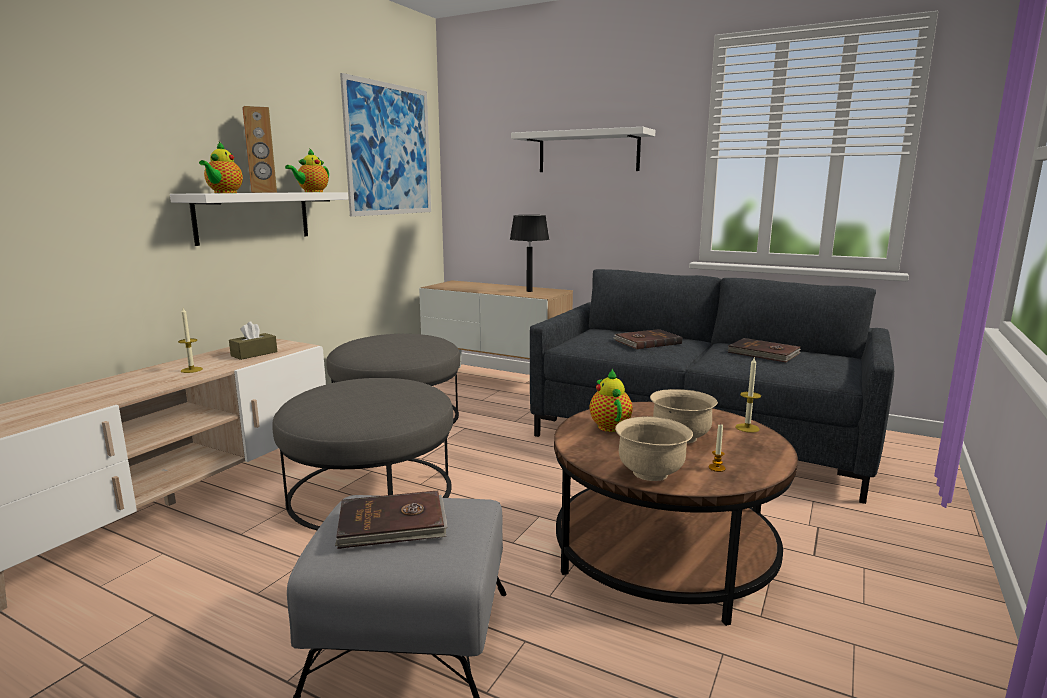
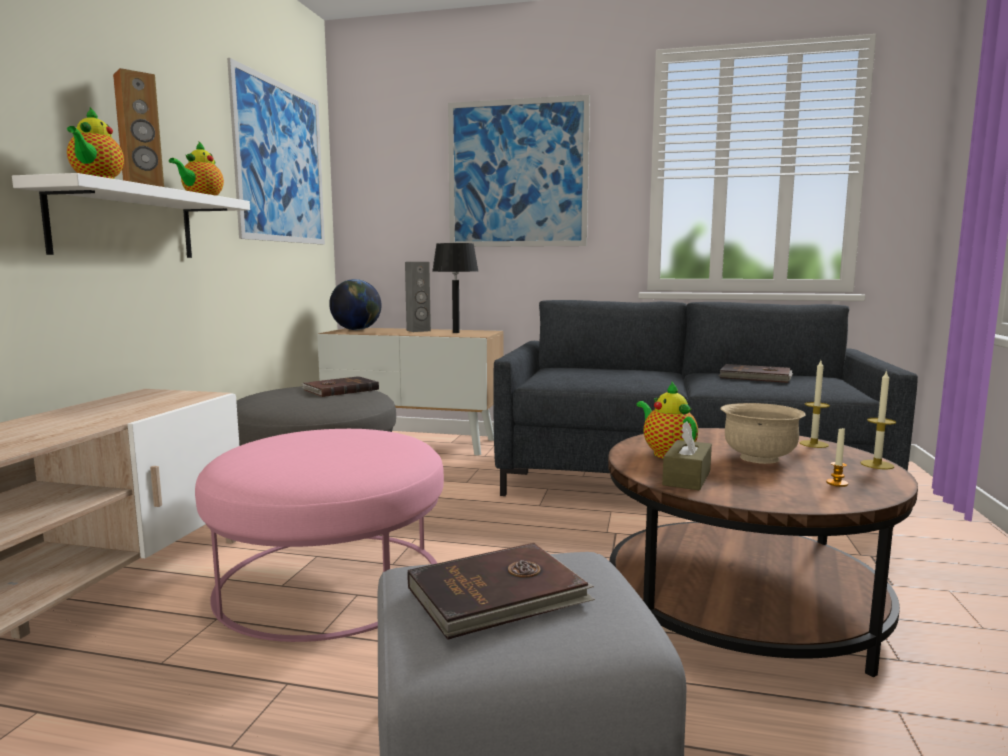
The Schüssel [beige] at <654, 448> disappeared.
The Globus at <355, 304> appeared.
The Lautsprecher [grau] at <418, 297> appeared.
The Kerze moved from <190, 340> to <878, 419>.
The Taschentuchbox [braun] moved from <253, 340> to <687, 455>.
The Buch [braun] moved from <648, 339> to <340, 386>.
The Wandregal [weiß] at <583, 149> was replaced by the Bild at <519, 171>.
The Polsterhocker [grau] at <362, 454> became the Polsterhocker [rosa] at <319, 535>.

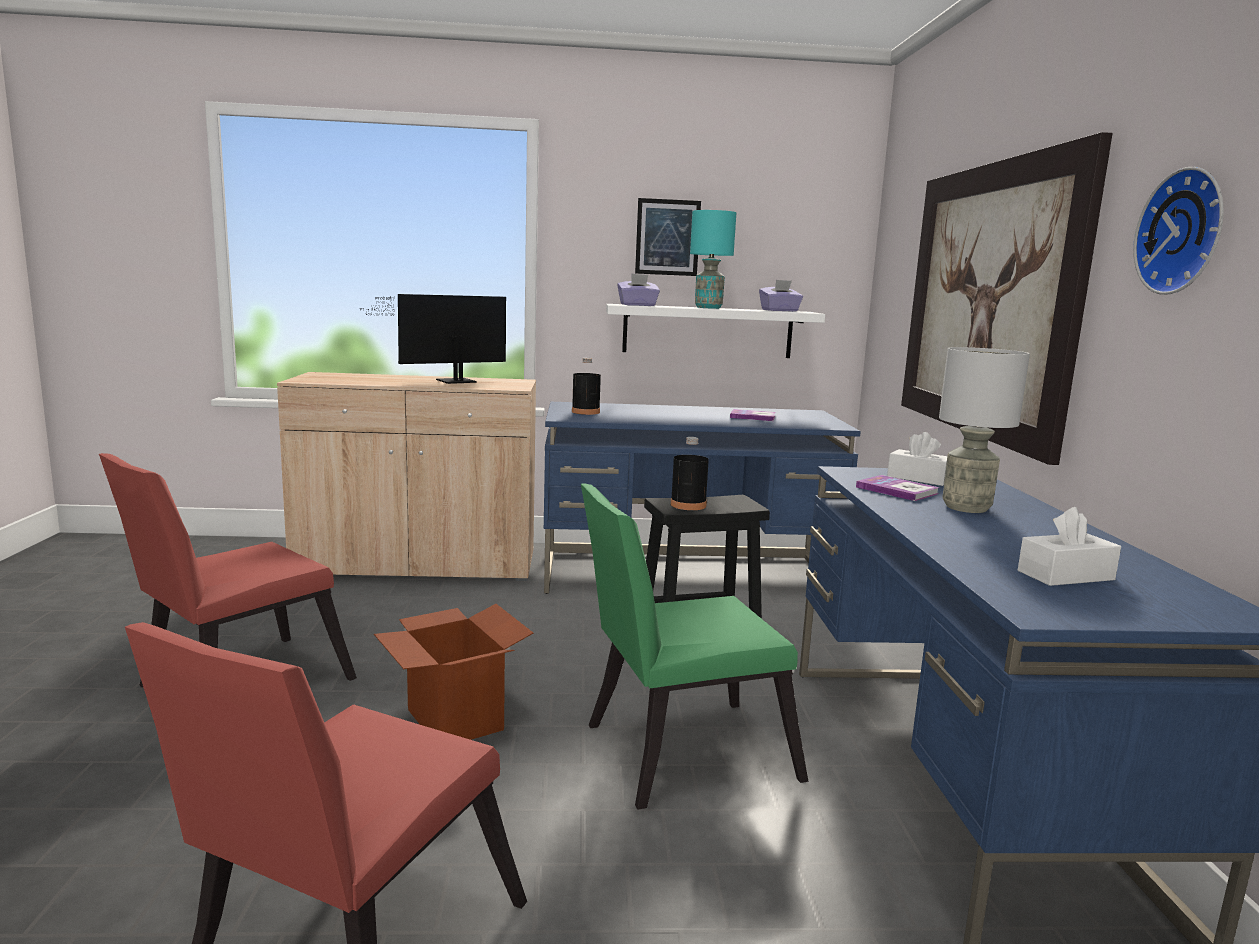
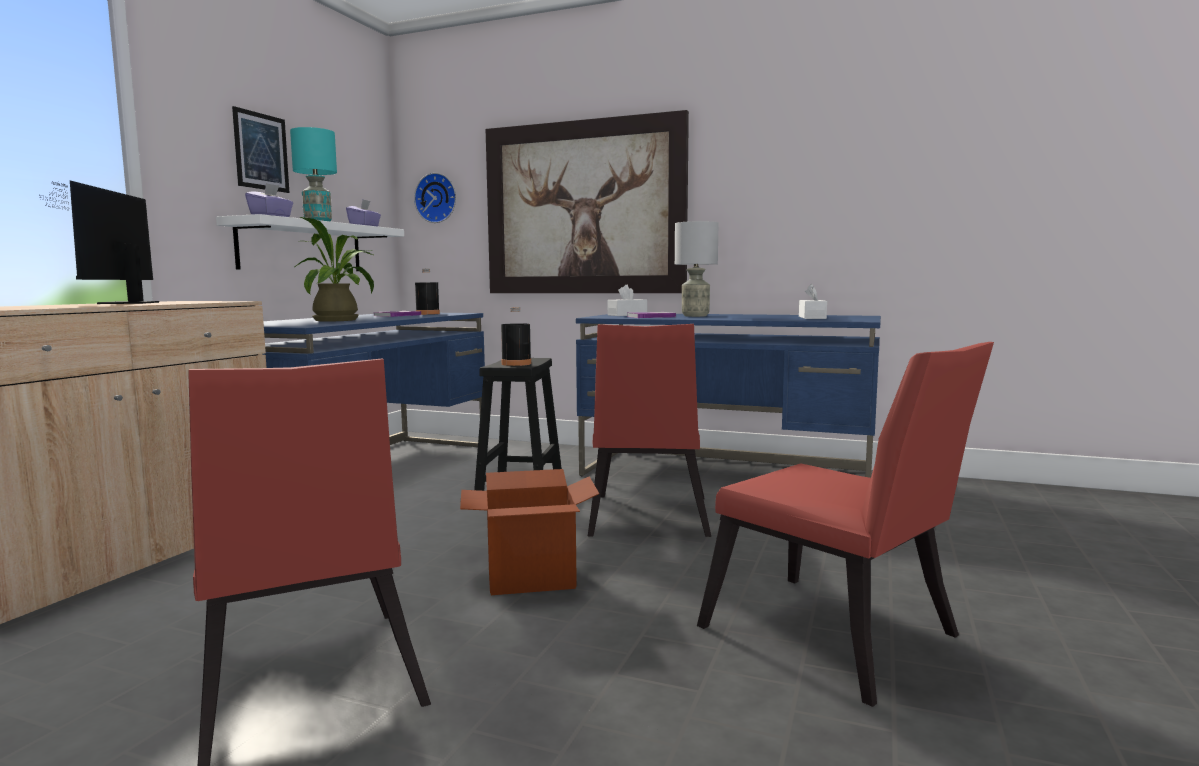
The Topfpflanze at <334, 269> appeared.
The Flasche [schwarz] moved from <586, 386> to <427, 292>.
The Wanduhr moved from <1178, 231> to <435, 198>.
The Stuhl [grün] at <694, 646> became the Stuhl [rot] at <649, 430>.

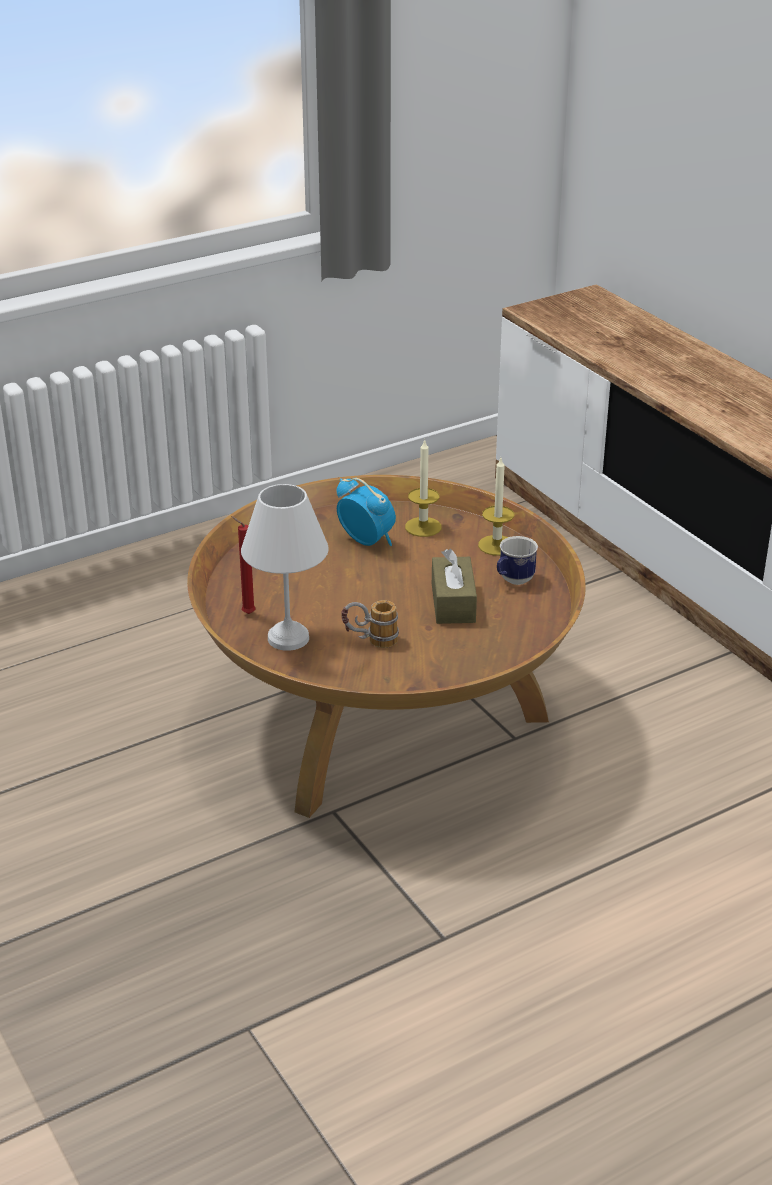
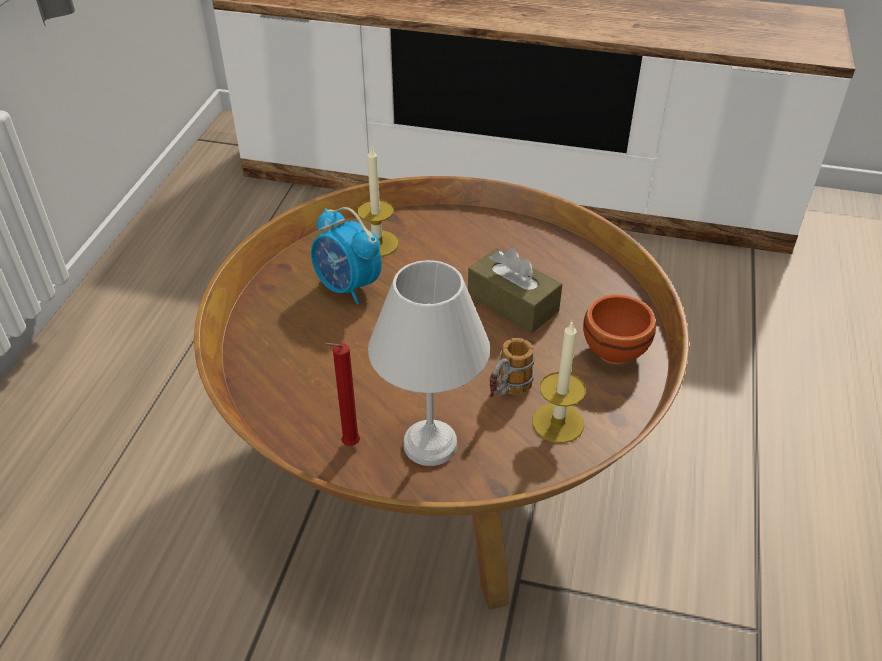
The Henkelbecher at <517, 560> disappeared.
The Schüssel [braun] at <619, 329> appeared.
The Kerze moved from <496, 507> to <559, 381>.
The Wecker at <366, 512> turned 135 degrees counterclockwise.

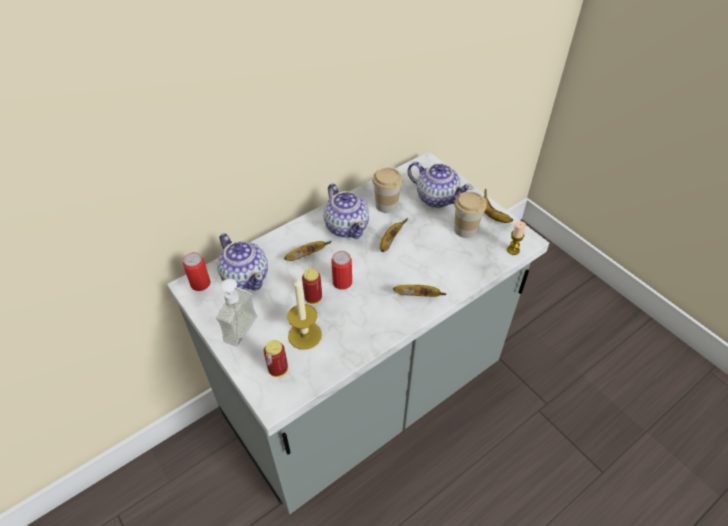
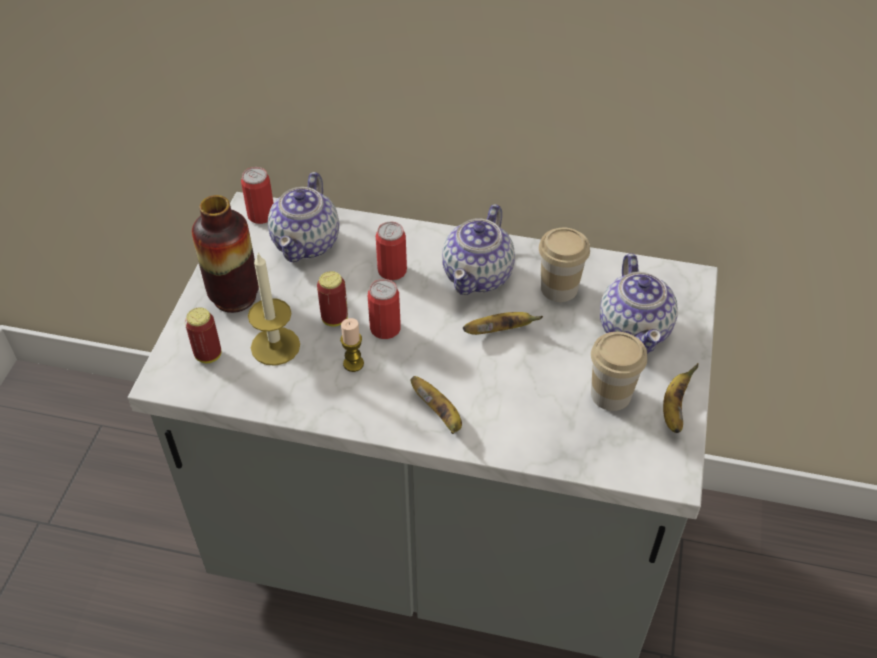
The Kerze moved from <516, 238> to <352, 345>.
The Seifenspender at <236, 312> was replaced by the Vase at <225, 254>.
The Banane at <308, 251> was replaced by the Dose at <391, 251>.

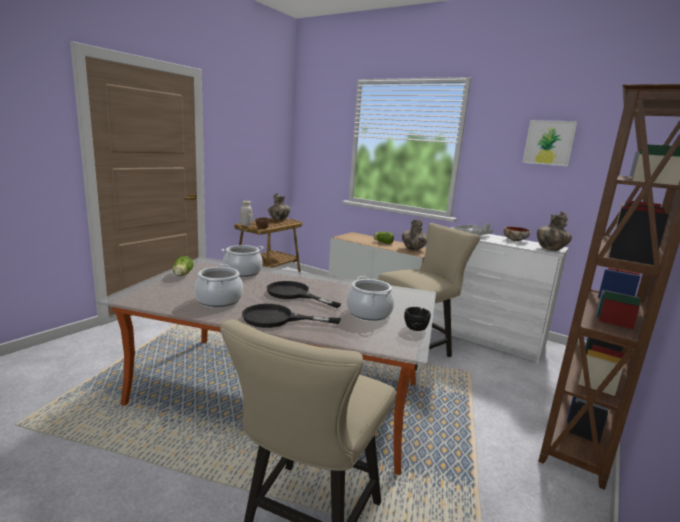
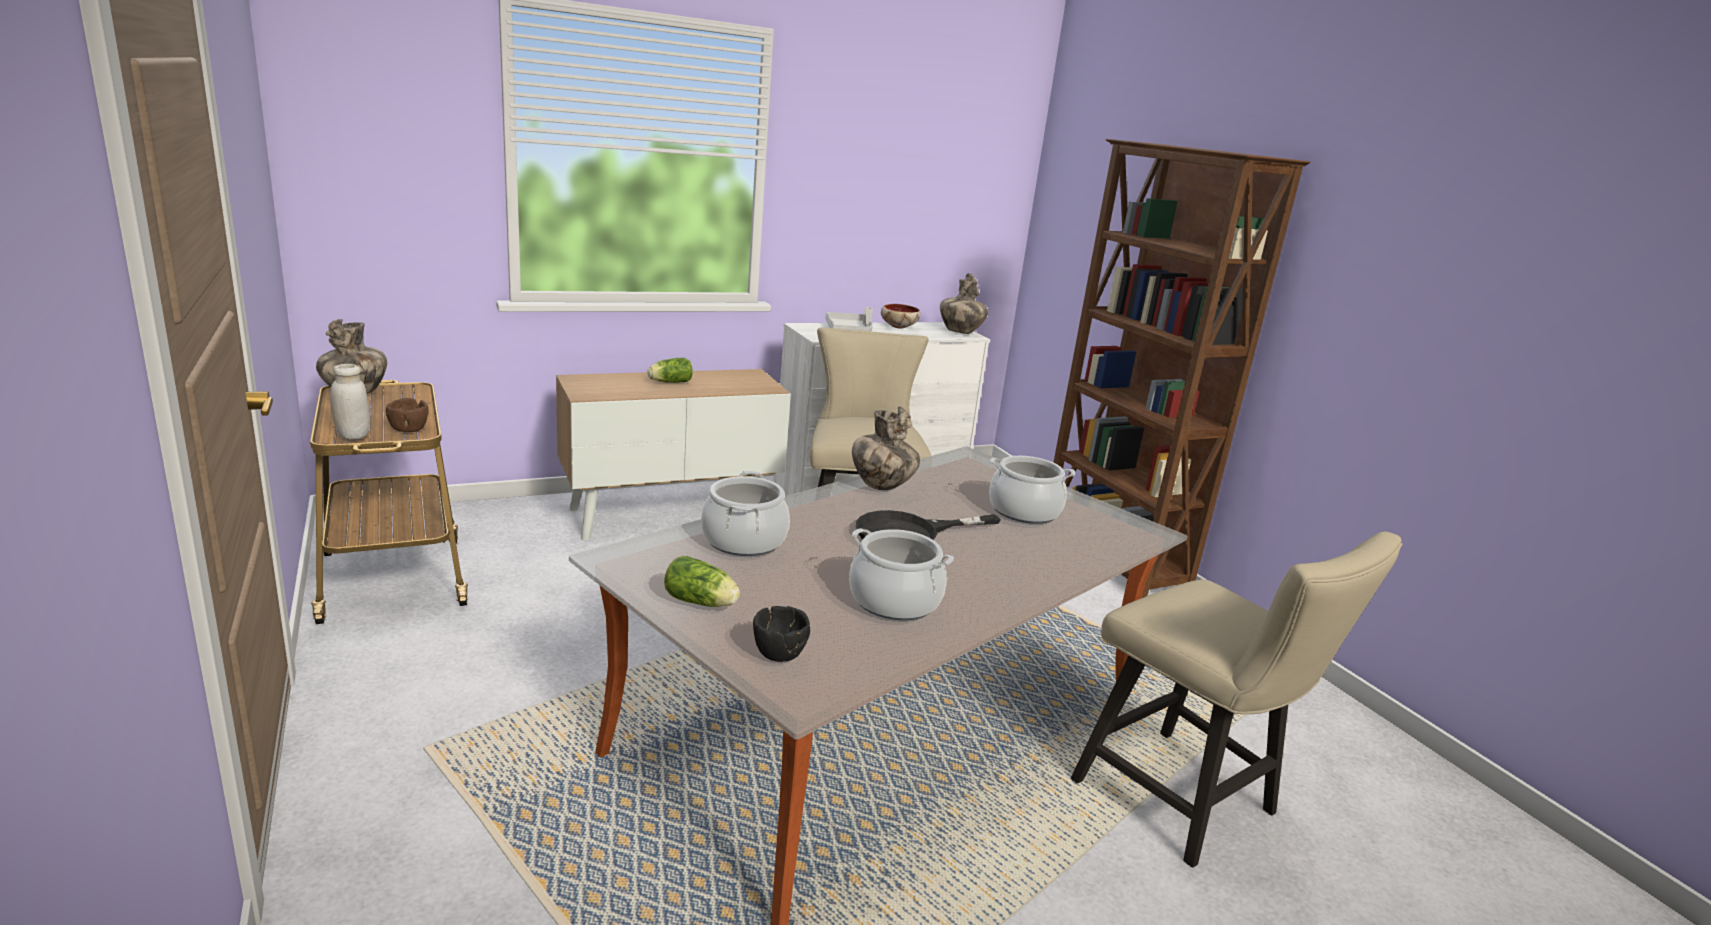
The Pfanne [schwarz] at <291, 316> disappeared.
The Bild at <550, 143> disappeared.
The Vase moved from <414, 234> to <886, 448>.
The Schüssel [schwarz] moved from <417, 319> to <781, 634>.

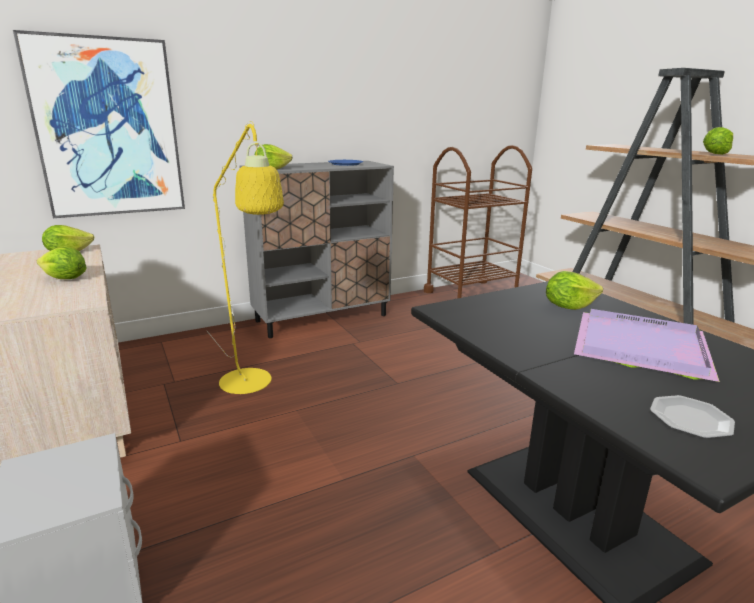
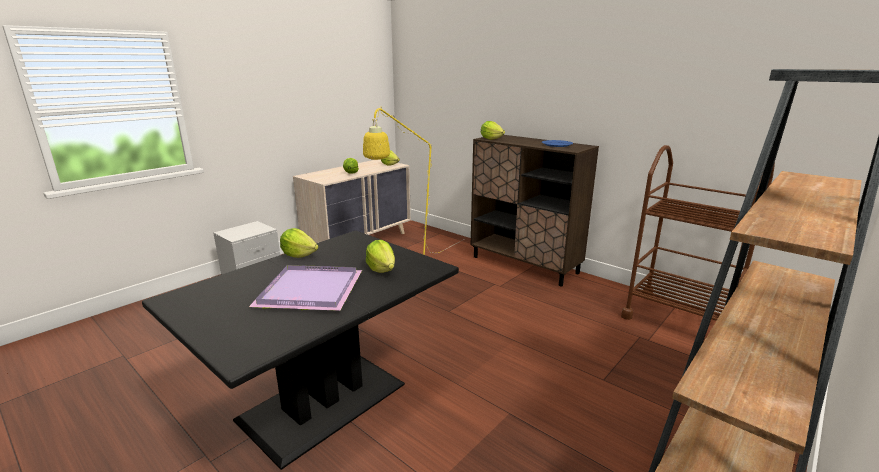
The Bild at <99, 124> disappeared.
The Teller at <692, 417> disappeared.
The Salatkopf moved from <718, 141> to <299, 243>.
The Schrank [grau] at <316, 249> became the Schrank [braun] at <535, 210>.

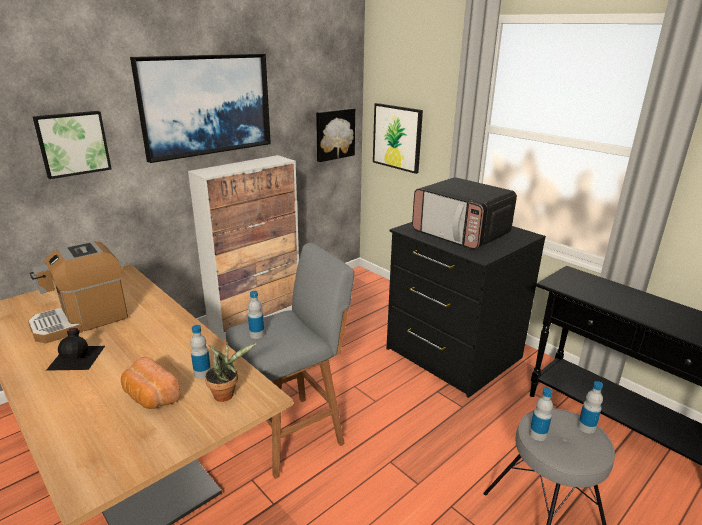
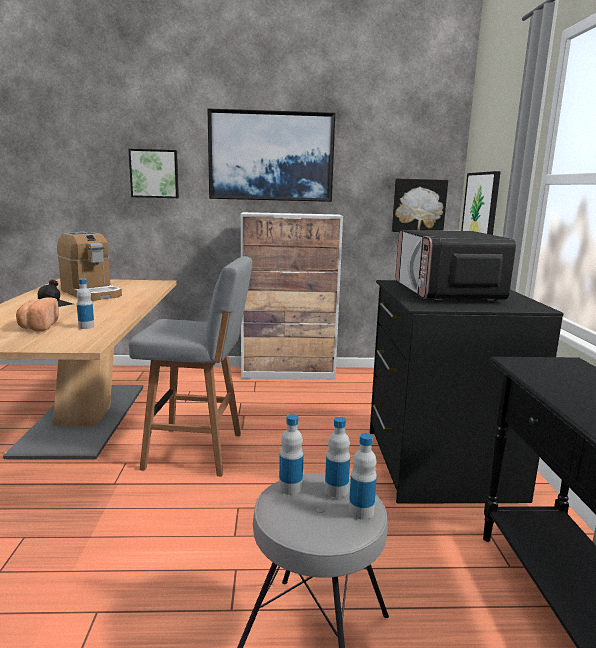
The Topfpflanze at <231, 372> disappeared.
The Flasche moved from <256, 315> to <337, 457>.
The Kaffeemaschine at <78, 292> turned 135 degrees counterclockwise.

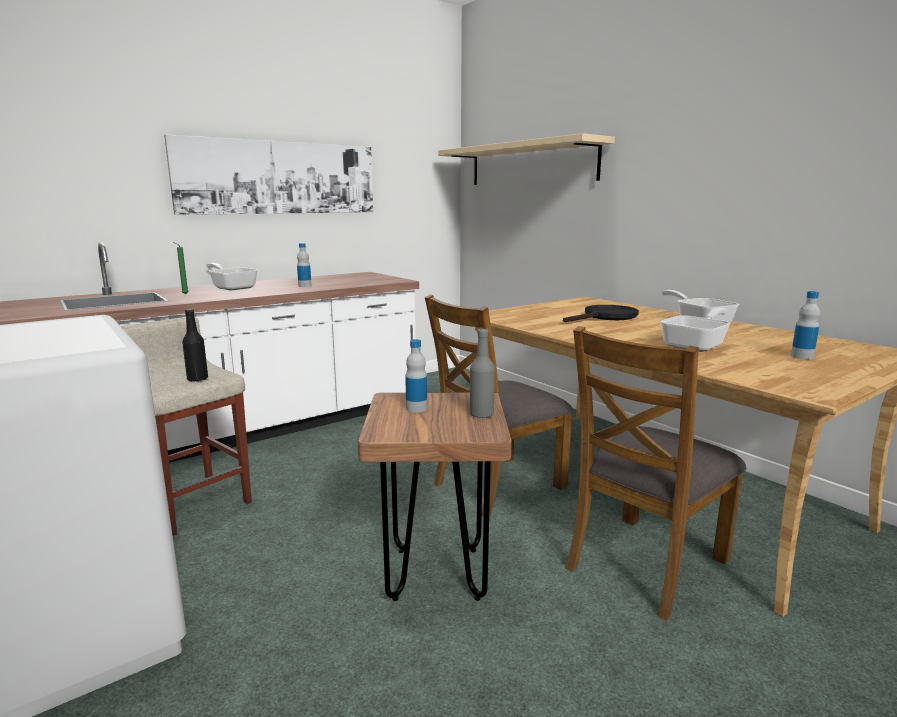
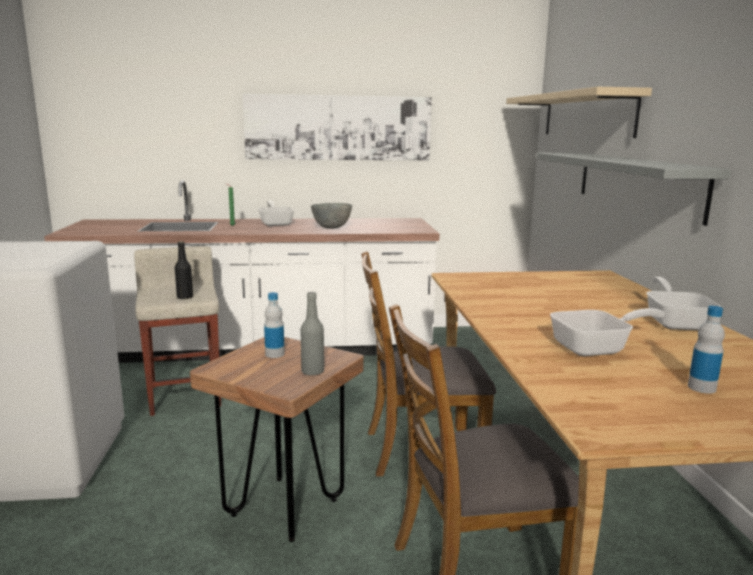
The Pfanne [schwarz] at <601, 313> disappeared.
The Wandregal [grau] at <633, 189> appeared.
The Flasche at <304, 265> was replaced by the Schüssel [grau] at <331, 216>.

